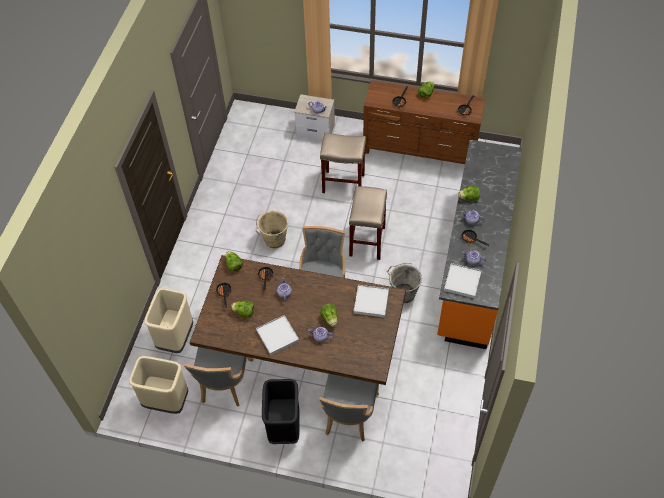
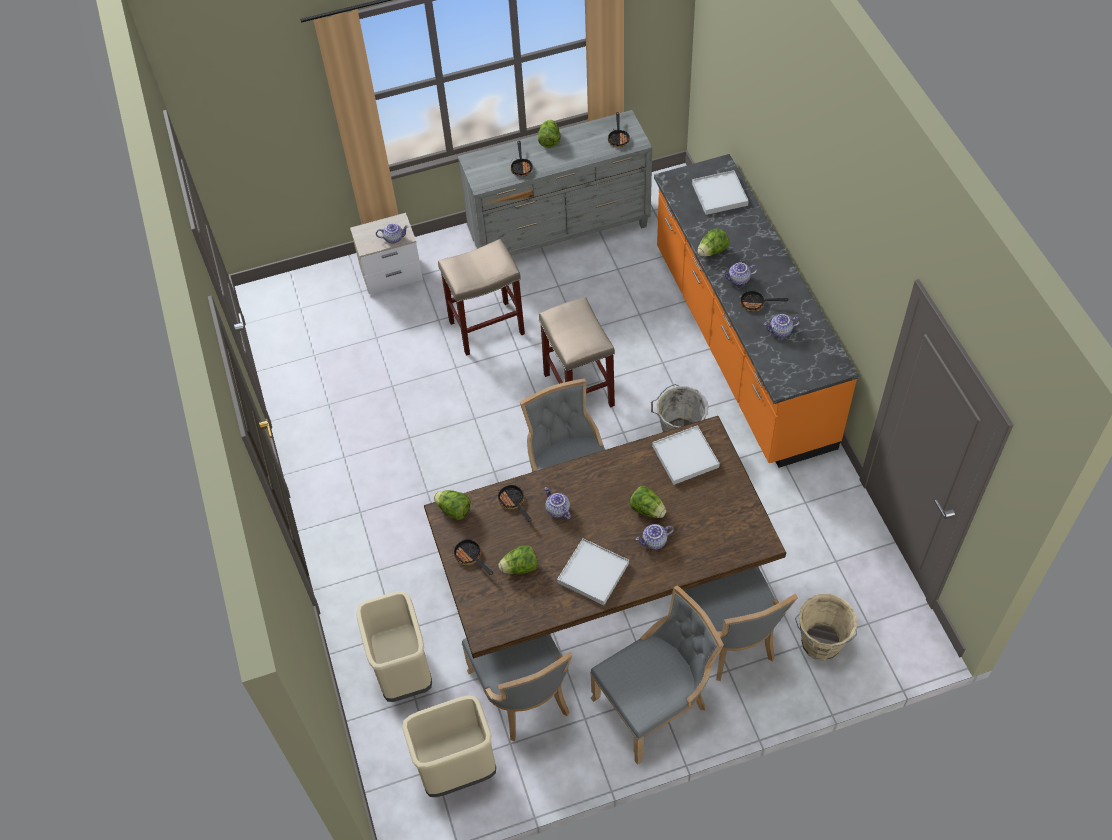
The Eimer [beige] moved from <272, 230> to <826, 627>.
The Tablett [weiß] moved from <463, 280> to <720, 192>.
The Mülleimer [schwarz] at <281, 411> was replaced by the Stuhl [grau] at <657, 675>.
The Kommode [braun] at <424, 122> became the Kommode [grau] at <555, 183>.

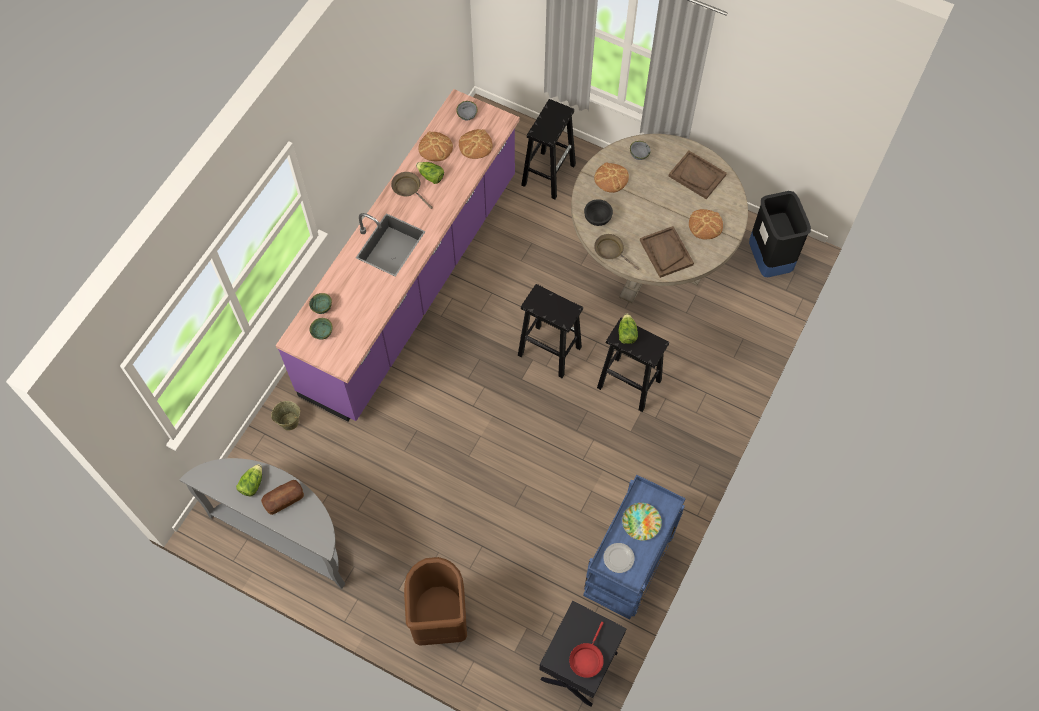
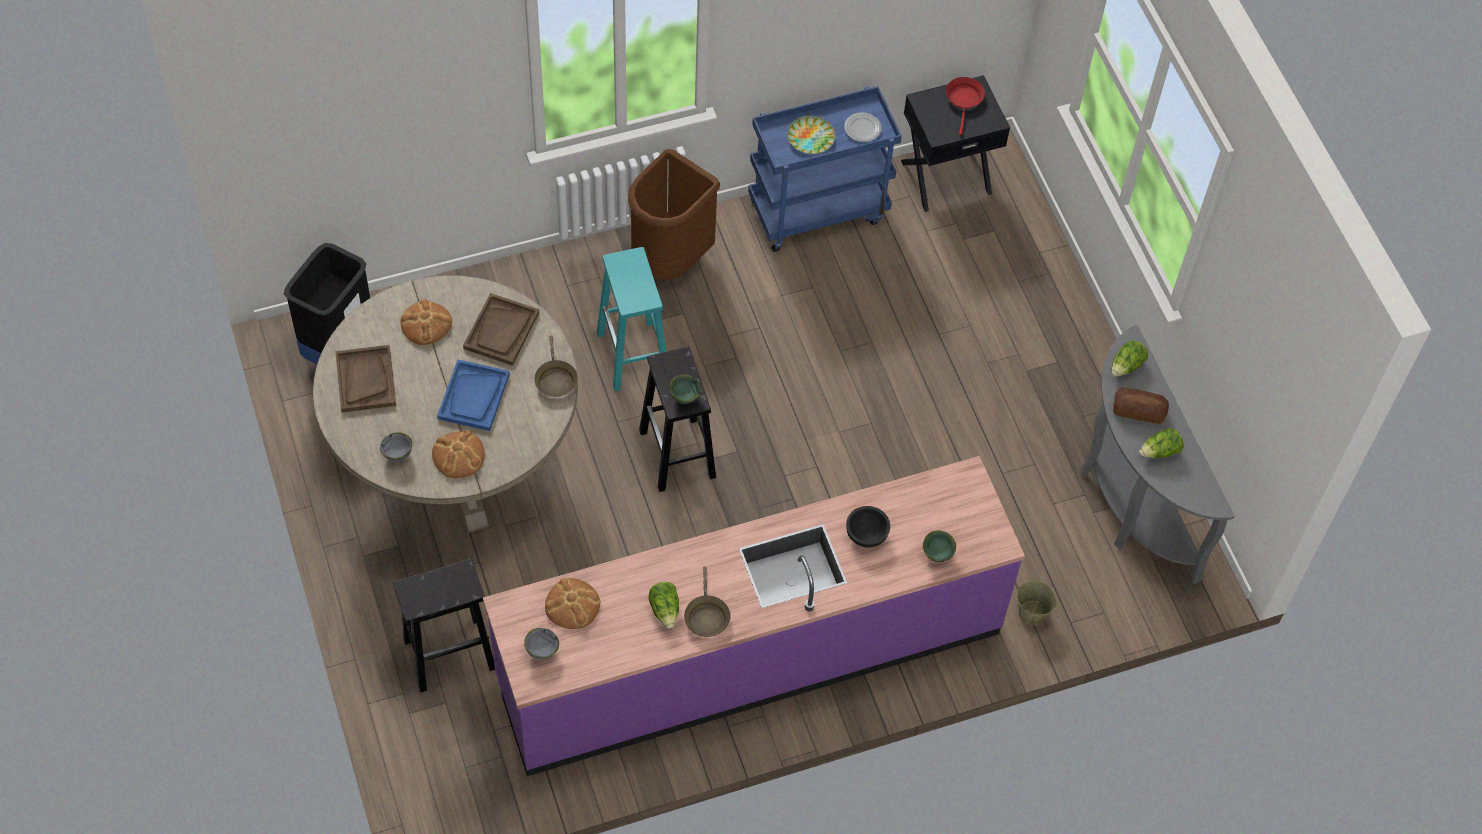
The Brot at <435, 146> disappeared.
The Tablett [blau] at <473, 395> appeared.
The Schüssel [grün] moved from <320, 329> to <685, 389>.
The Mülleimer [braun] moved from <435, 601> to <674, 214>.
The Schüssel [schwarz] moved from <598, 212> to <868, 527>.
The Salatkopf moved from <628, 329> to <1130, 359>.
The Hocker [schwarz] at <633, 365> became the Hocker [türkis] at <631, 319>.
The Pfanne [rot] at <586, 650> turned 60 degrees counterclockwise.

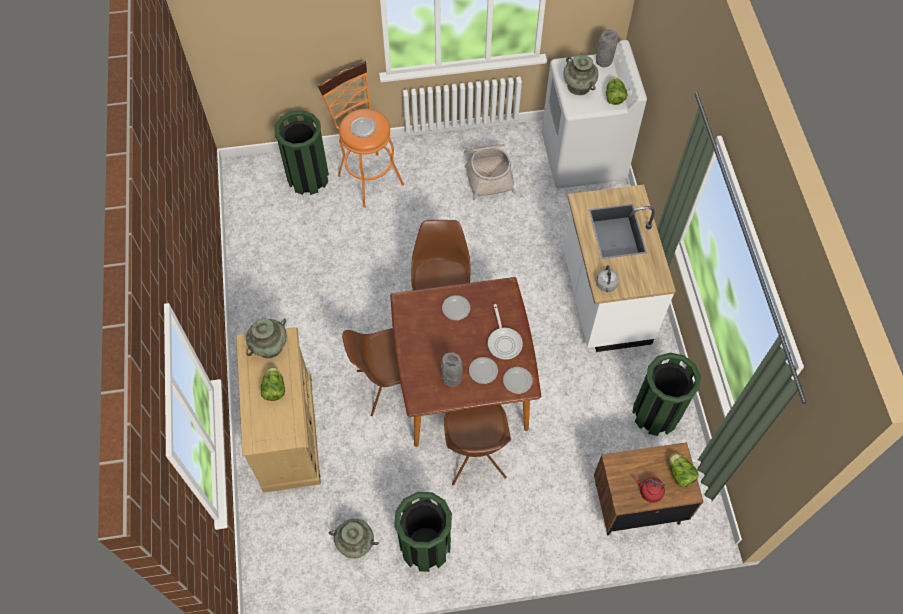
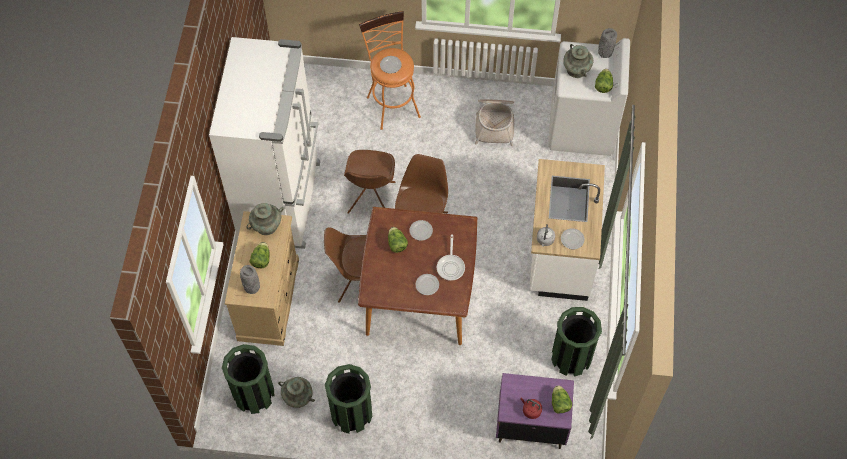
The Kühlschrank [weiß] at <264, 143> appeared.
The Salatkopf at <398, 240> appeared.
The Mülleimer [grün] moved from <301, 152> to <248, 379>.
The Vase [grau] moved from <452, 369> to <250, 279>.
The Stuhl [braun] moved from <477, 445> to <370, 182>.
The Teller moved from <518, 380> to <573, 238>.
The Nachttisch [braun] at <649, 488> became the Nachttisch [lila] at <535, 411>.

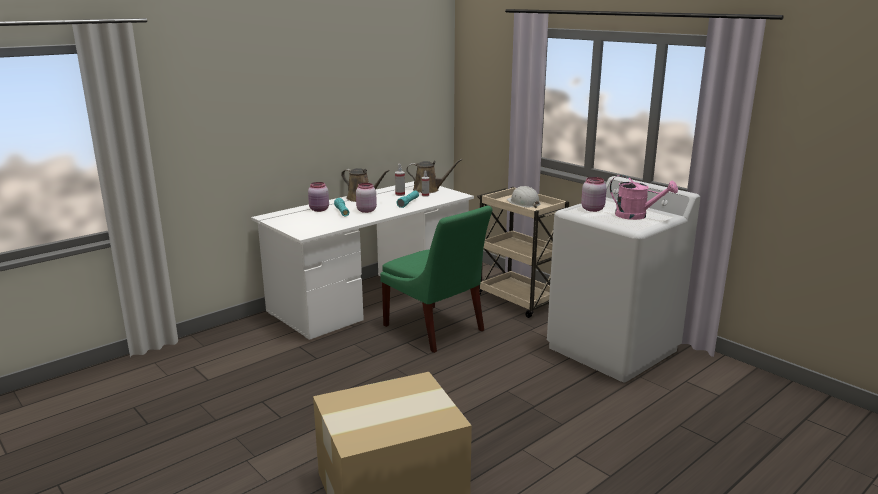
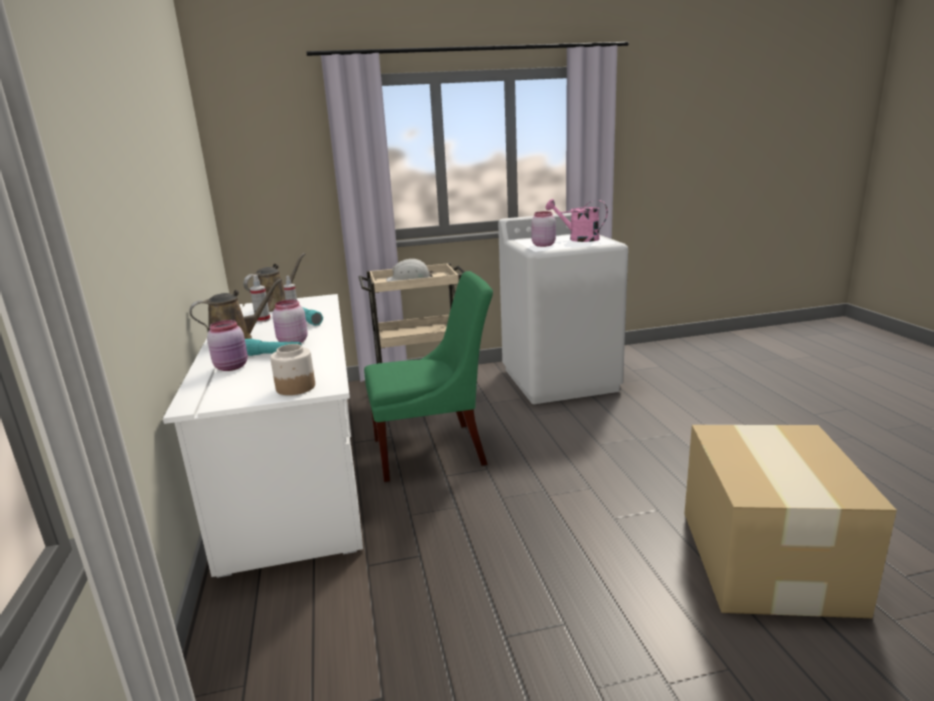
The Vorratsglas at <292, 369> appeared.
The Gießkanne [rosa] at <644, 197> turned 120 degrees counterclockwise.

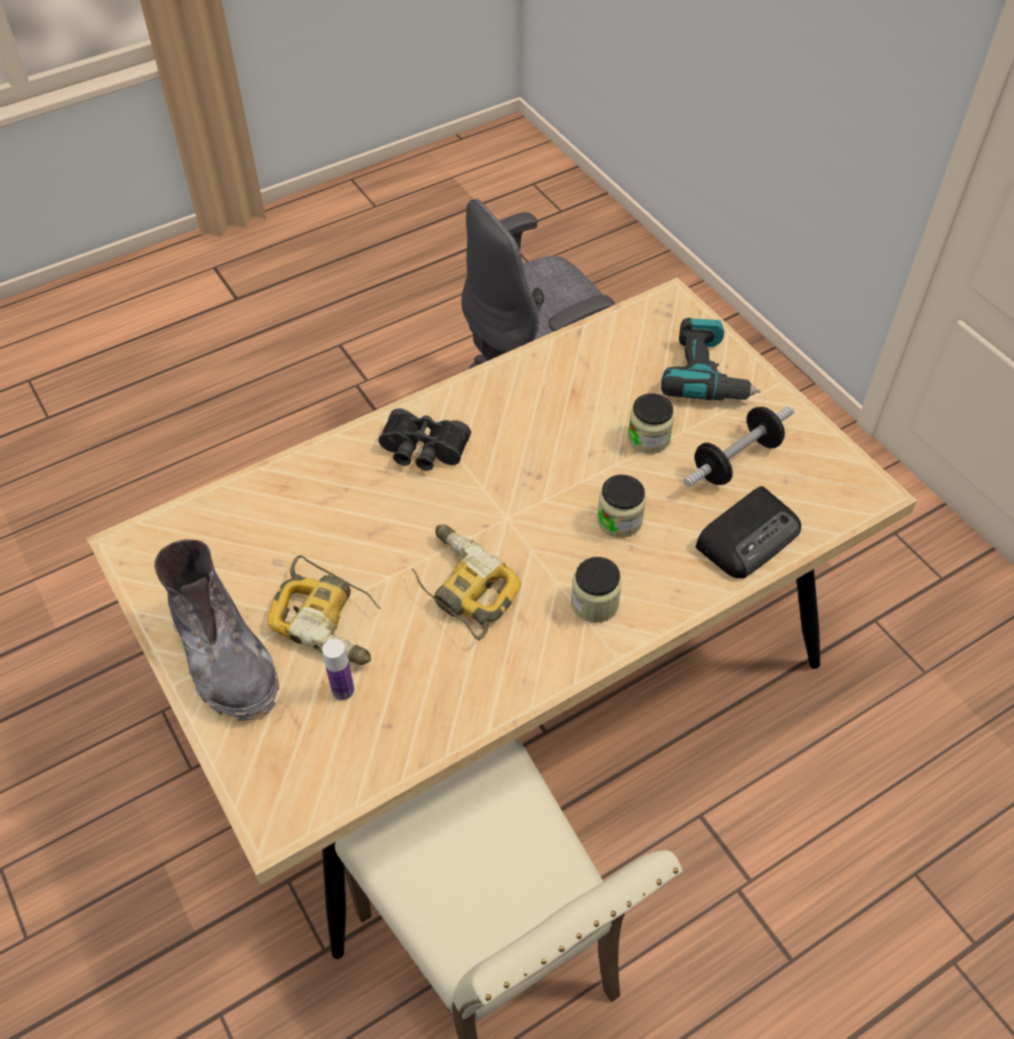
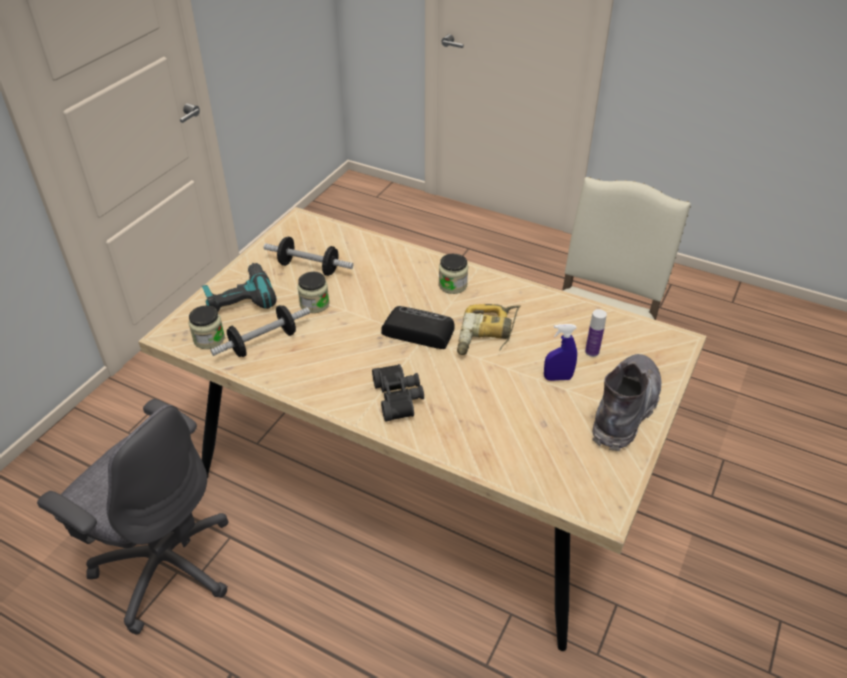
The Hantel at <260, 331> appeared.
The Vorratsglas moved from <621, 506> to <207, 327>.
The Radio moved from <748, 532> to <418, 327>.
The Bohrmaschine at <324, 610> was replaced by the Sprühflasche [blau] at <560, 352>.

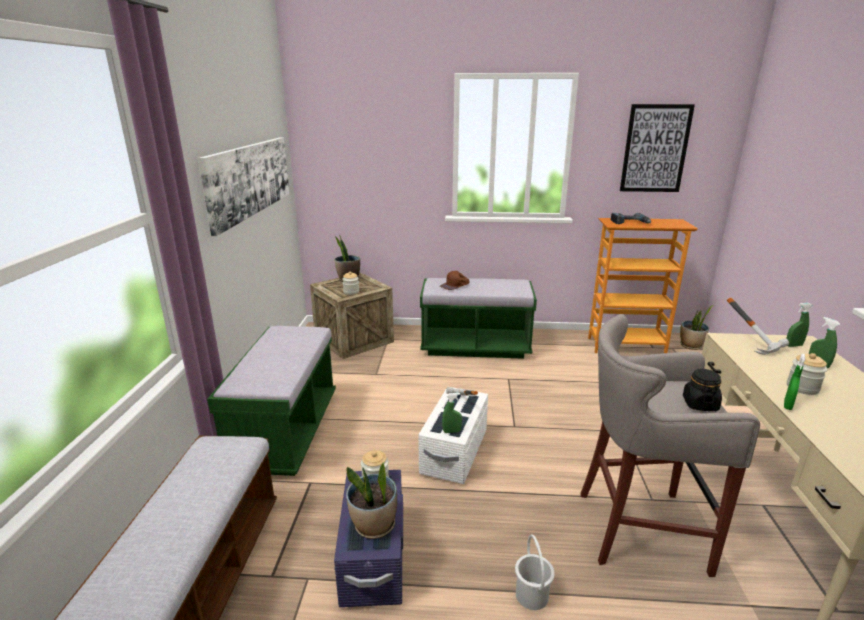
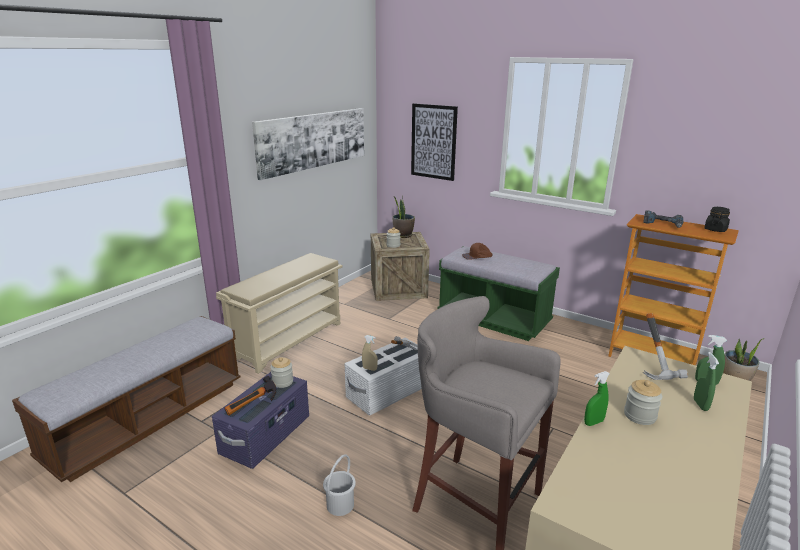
The Bild moved from <657, 148> to <434, 142>.
The Vorratsglas [schwarz] moved from <702, 390> to <717, 219>.
The Bank [grün] at <271, 401> was replaced by the Schuhregal [beige] at <279, 313>.
The Topfpflanze at <371, 500> was replaced by the Hammer at <250, 395>.
The Sprühflasche [grün] at <452, 413> became the Sprühflasche [beige] at <370, 353>.

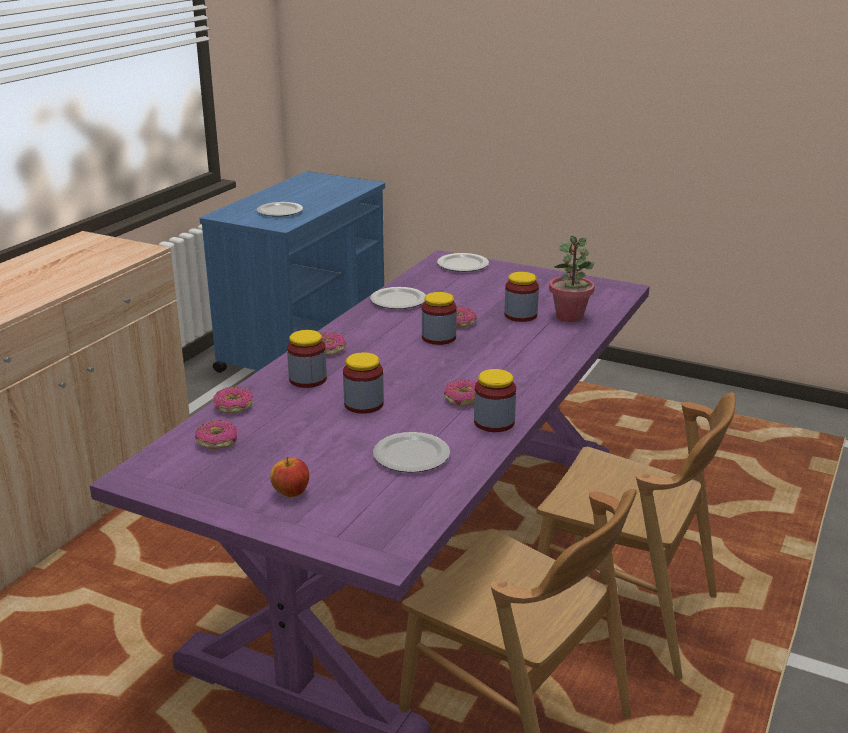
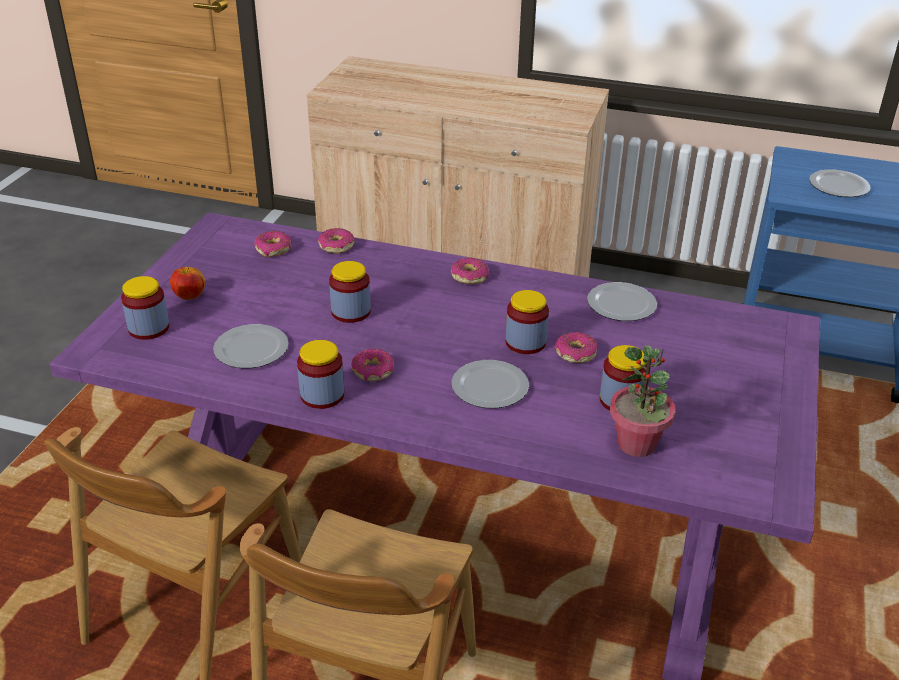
The Vorratsglas moved from <307, 359> to <145, 308>.
The Teller moved from <463, 262> to <490, 384>.

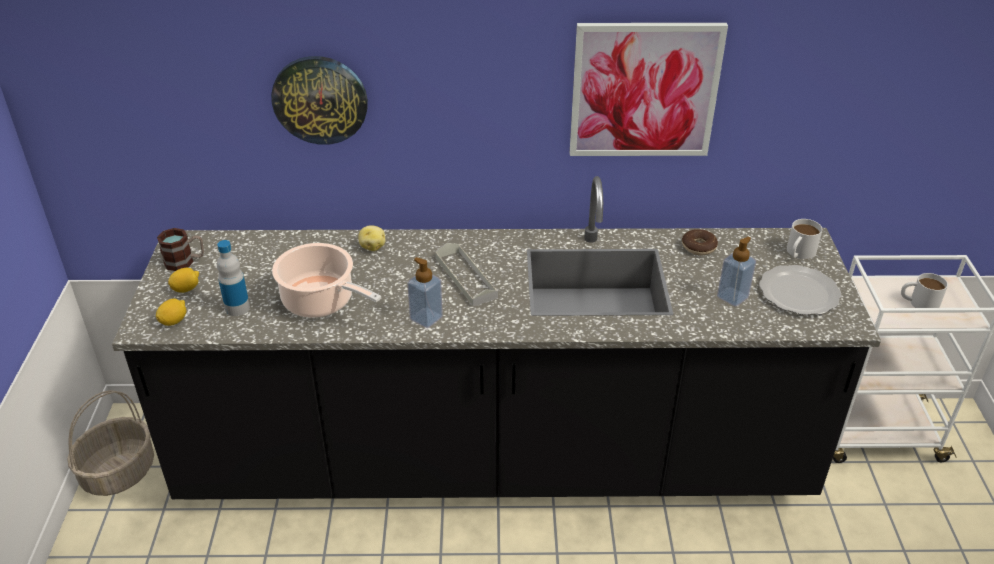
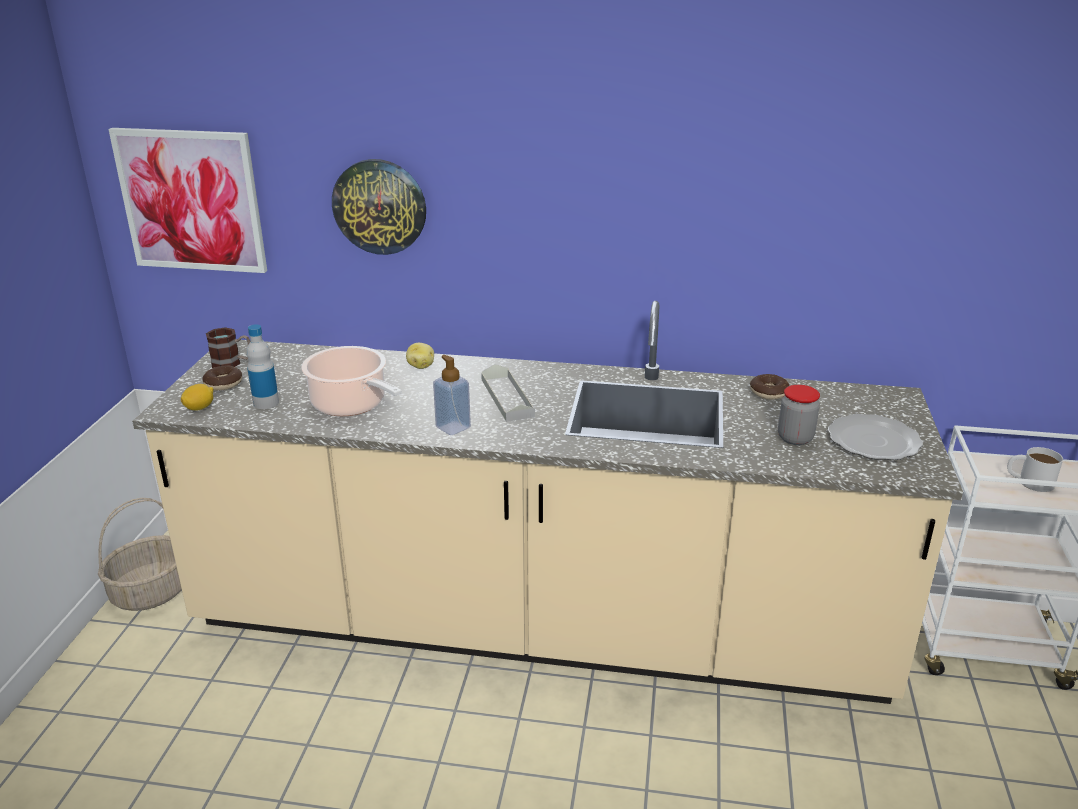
The Henkelbecher [weiß] at <804, 239> disappeared.
The Bild moved from <649, 89> to <187, 200>.
The Zitrone at <183, 280> was replaced by the Donut at <222, 378>.
The Seifenspender at <736, 272> was replaced by the Vorratsglas at <799, 415>.
The Küchenzeile [schwarz] at <496, 338> became the Küchenzeile [beige] at <547, 502>.

